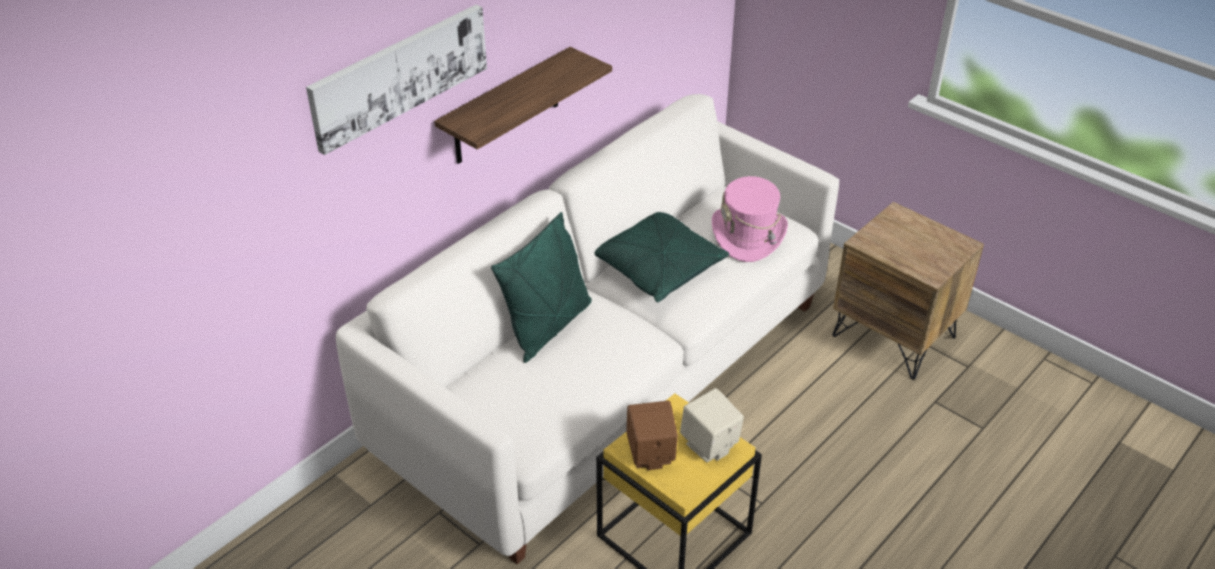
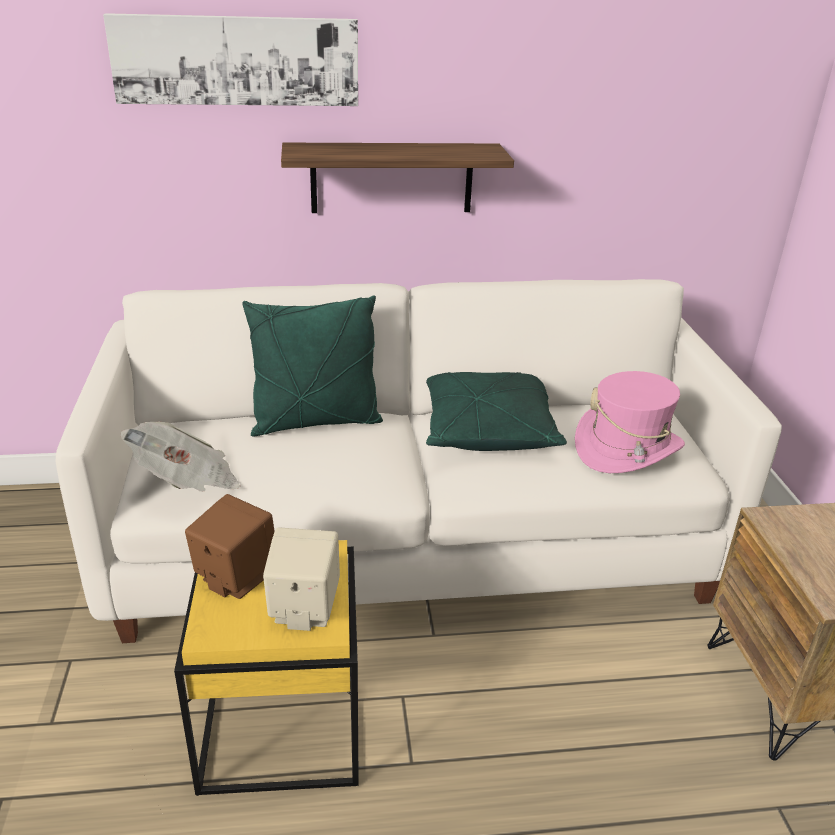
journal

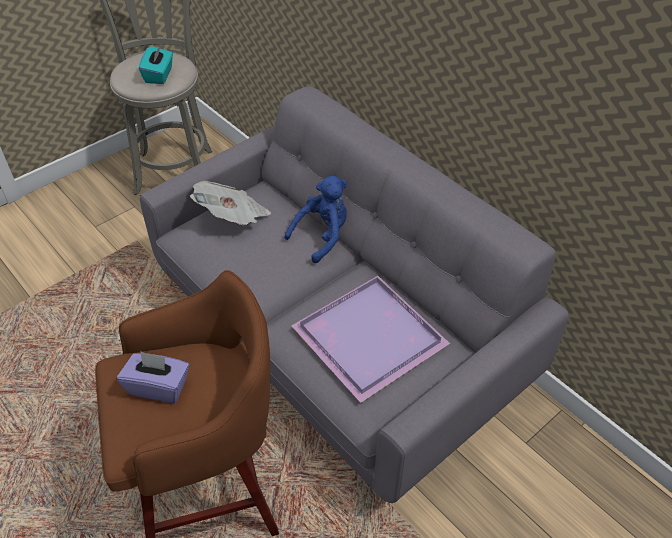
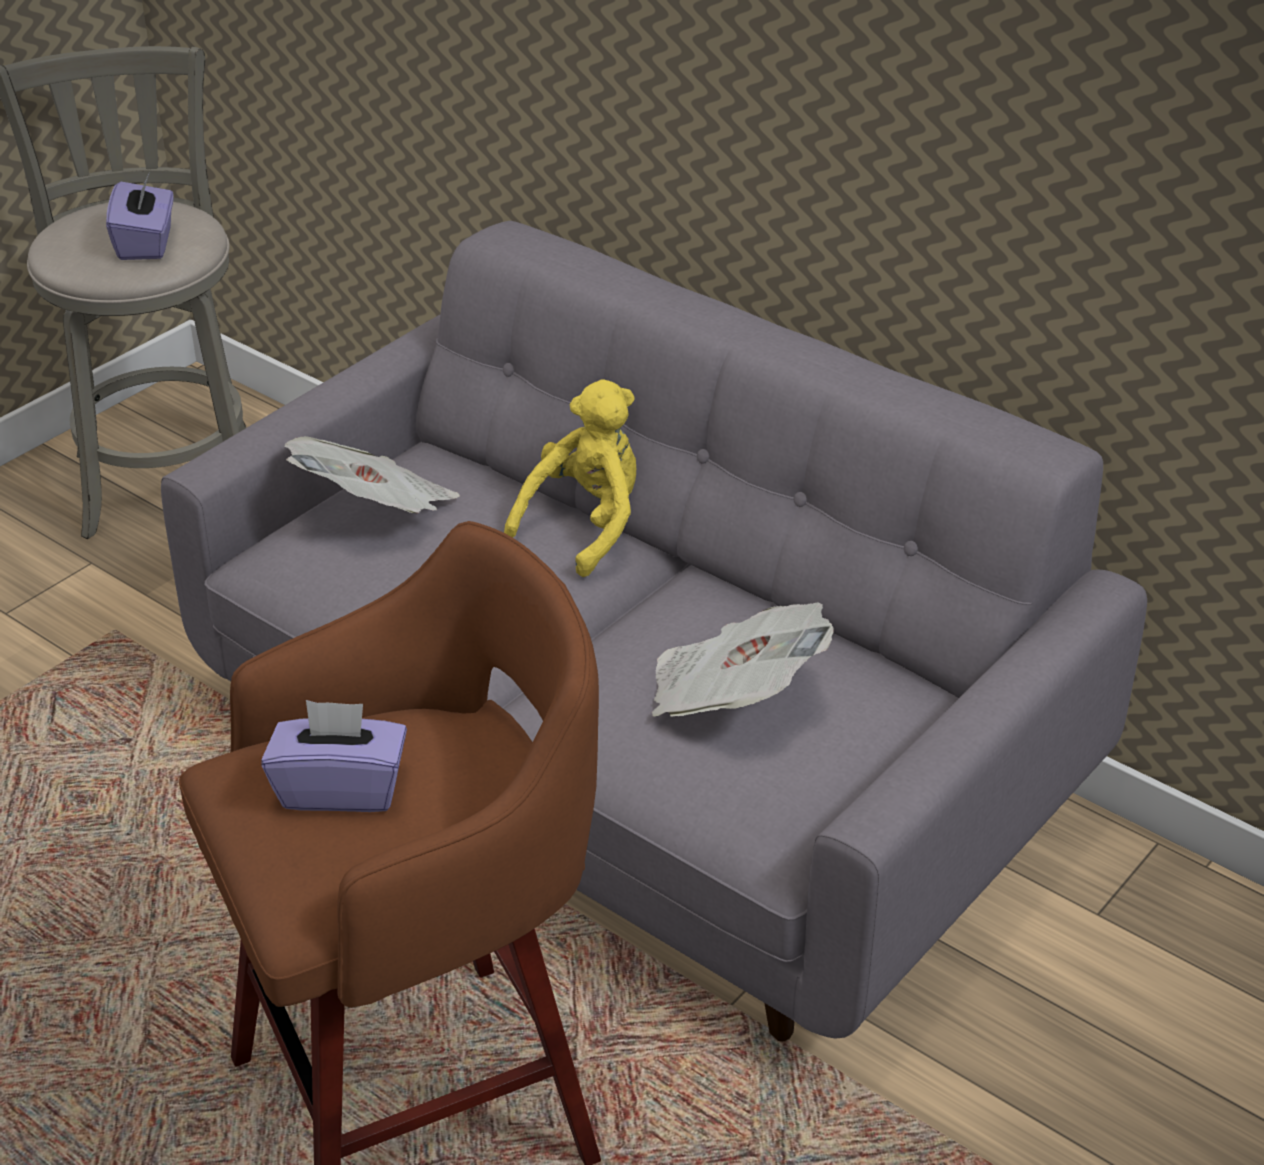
journal (2nd from left)
boîte à mouchoirs/violet (1st from left)
peluche/jaune

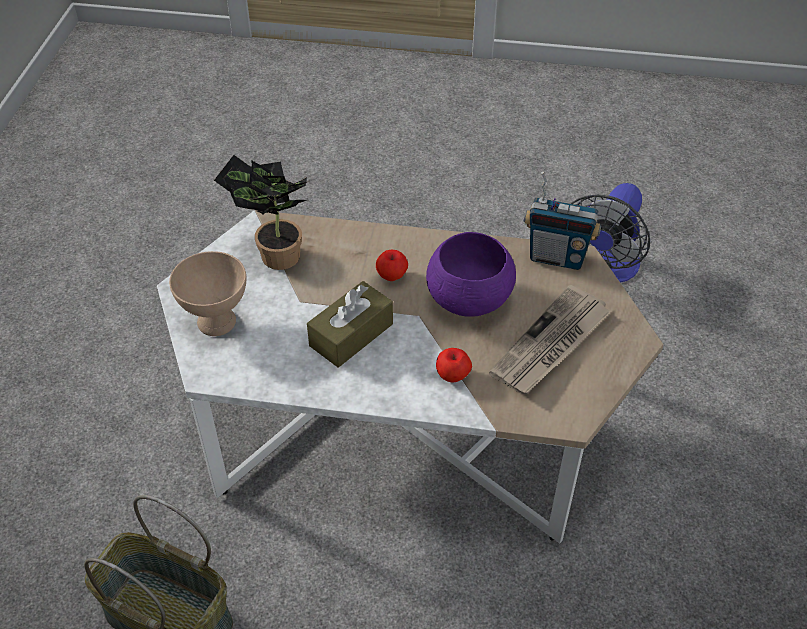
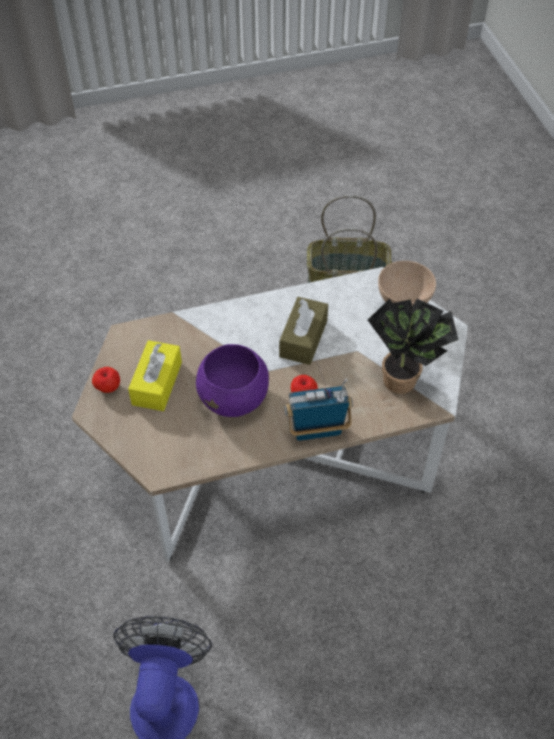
pomme (1st from left)
radio
boîte à mouchoirs/jaune

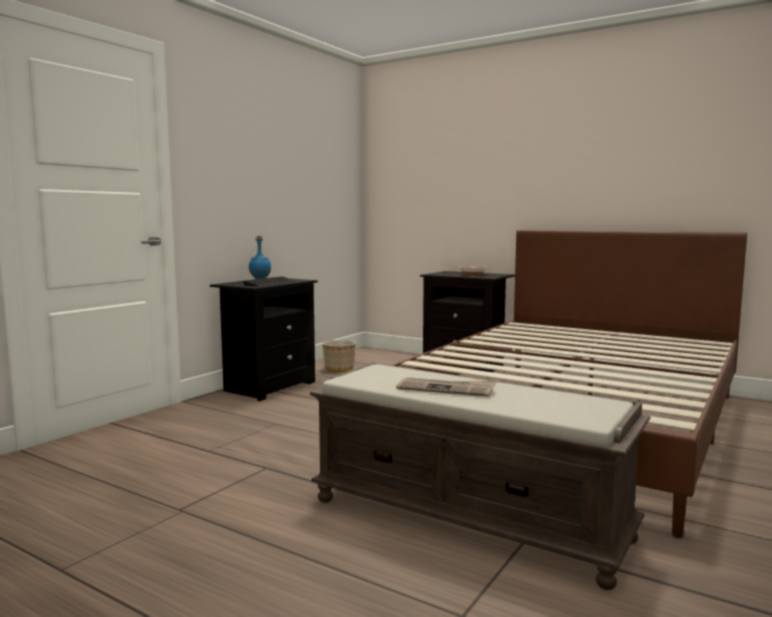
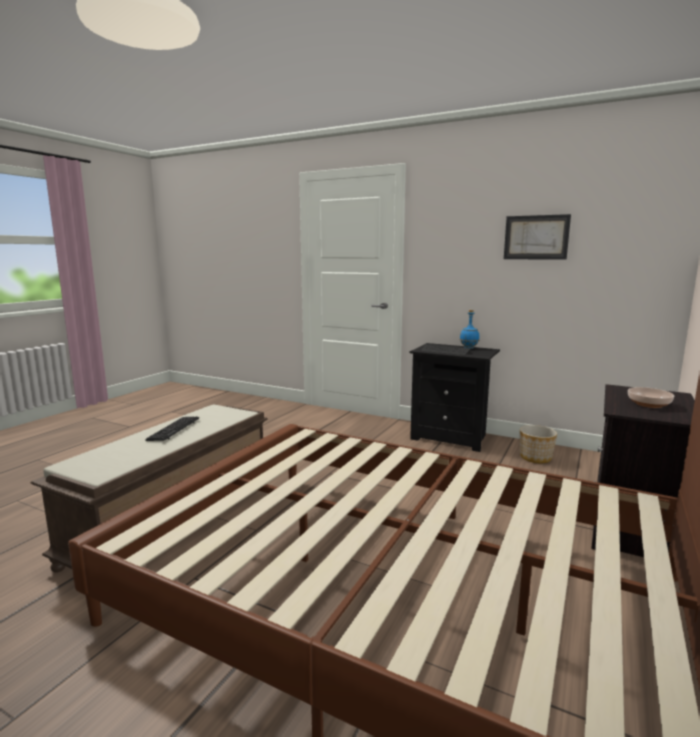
tableau
clavier (1st from left)

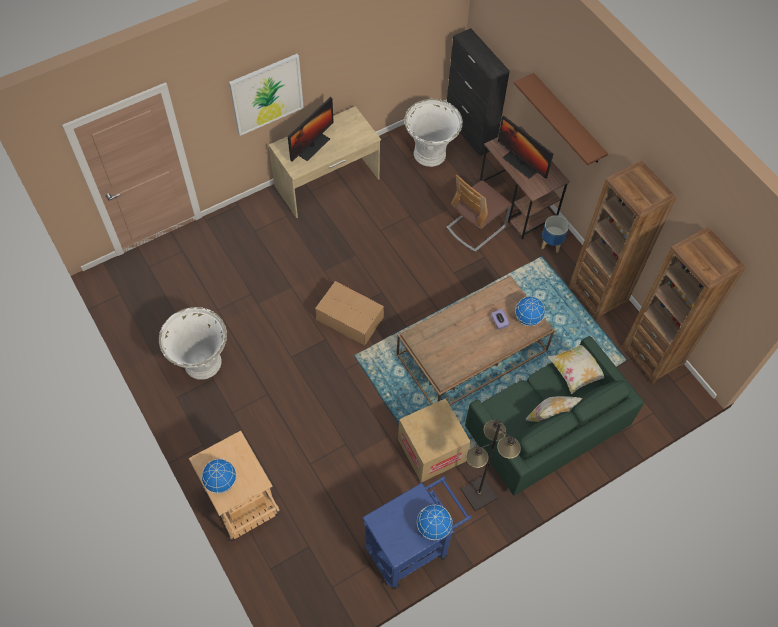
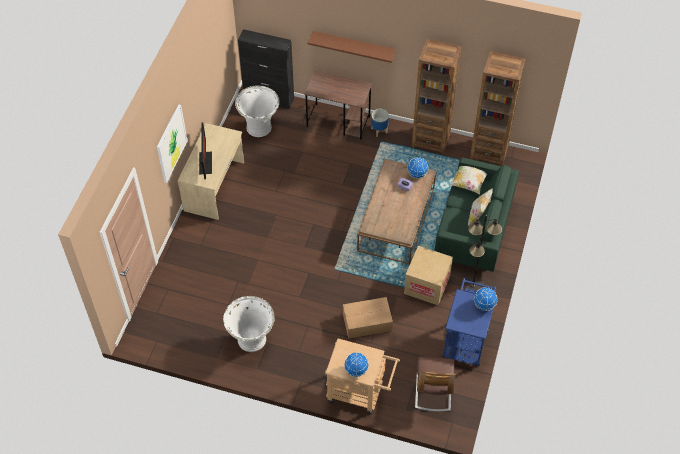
écran d'ordinateur (2nd from left in the first image)
carton (1st from left)
chaise

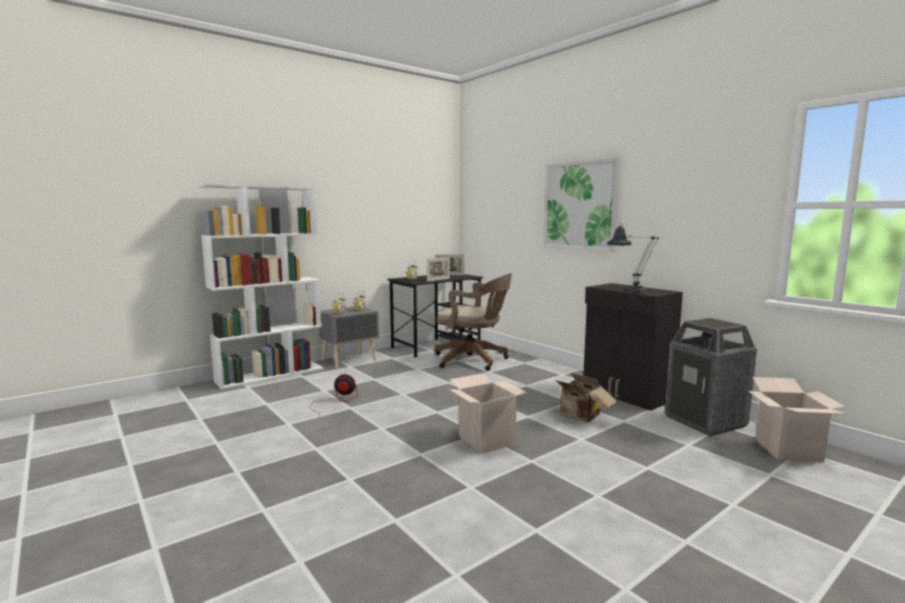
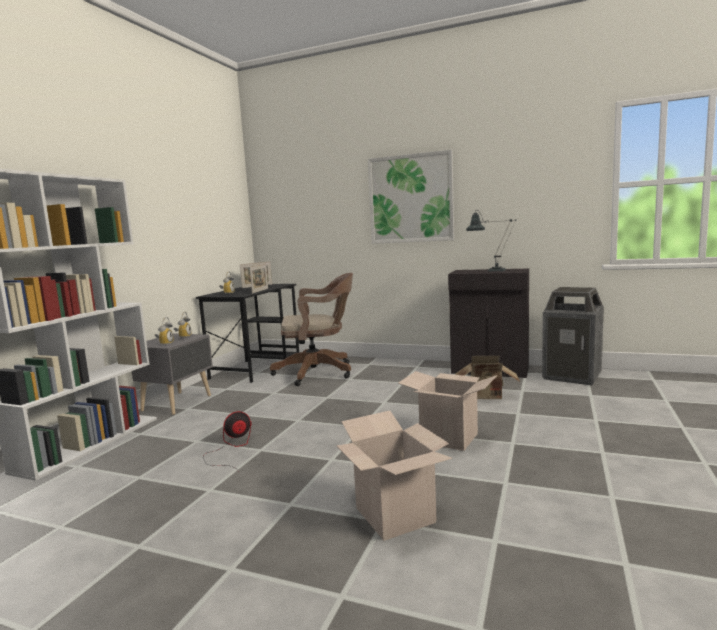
carton (1st from left)

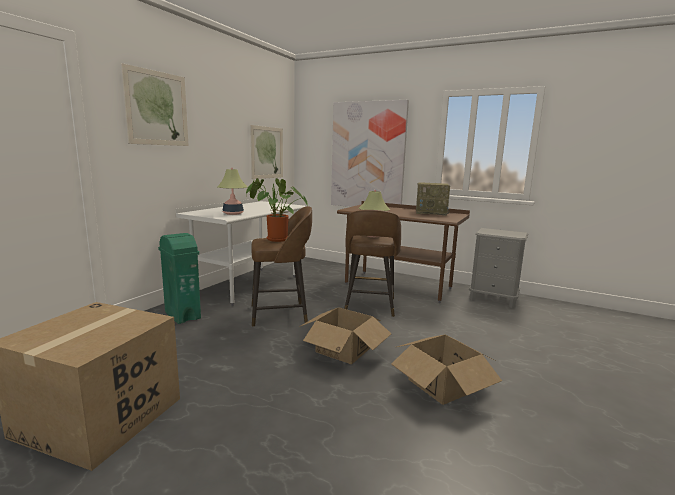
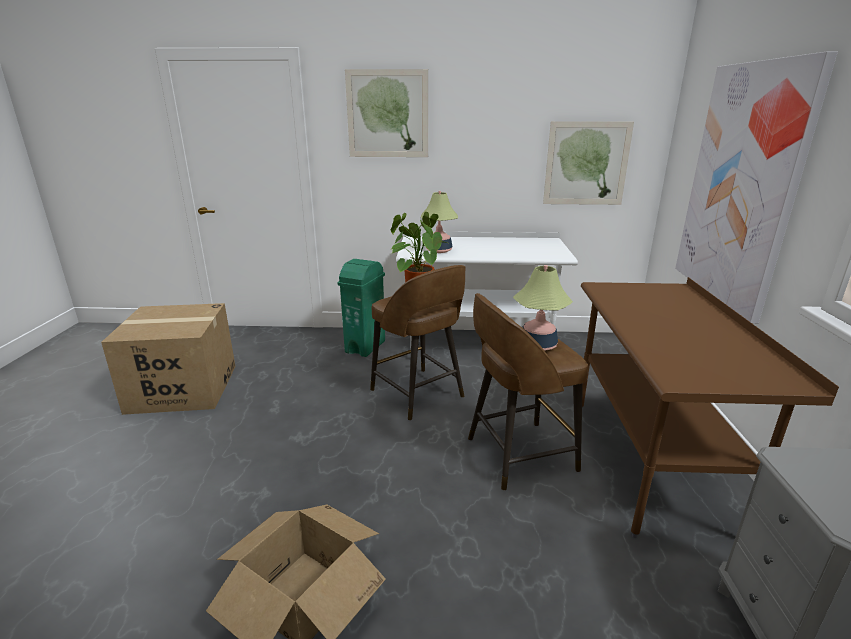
carton (2nd from left in the first image)
radio

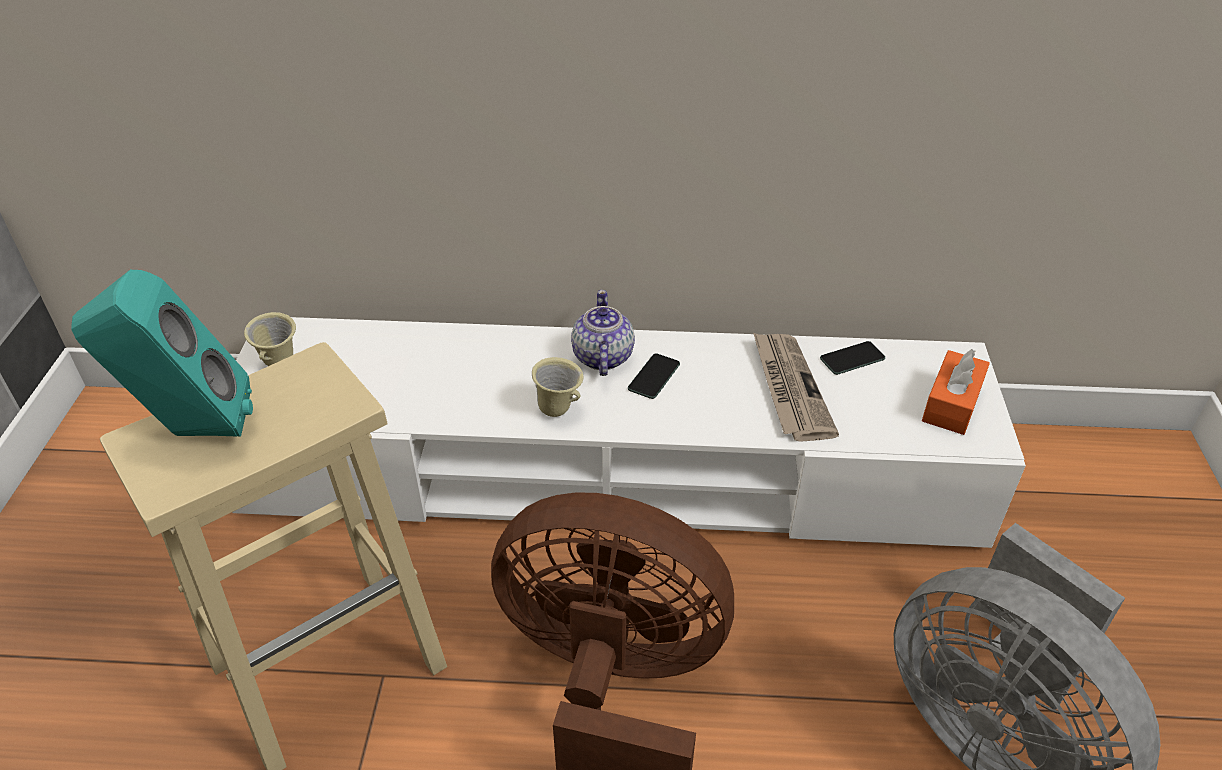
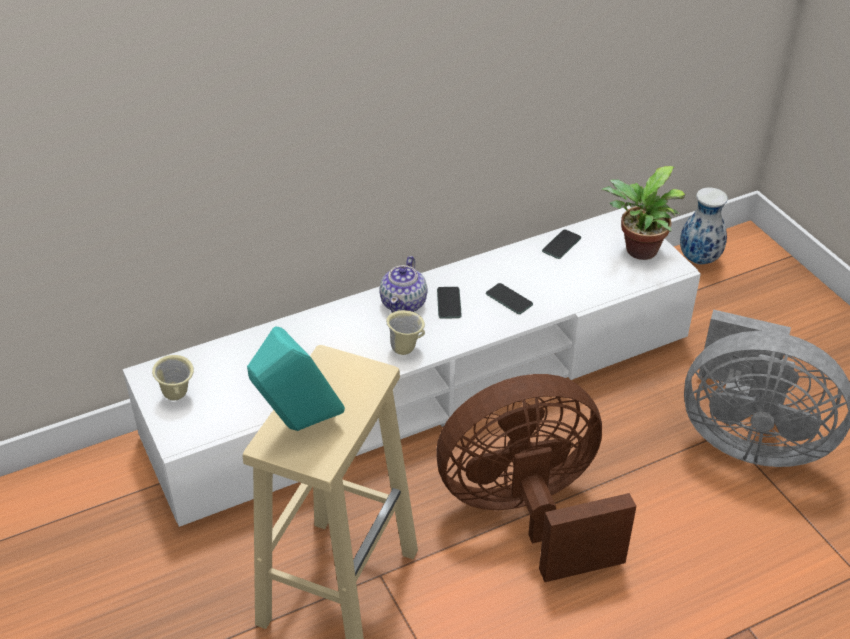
journal
téléphone (2nd from left)
vase
plante en pot
théière

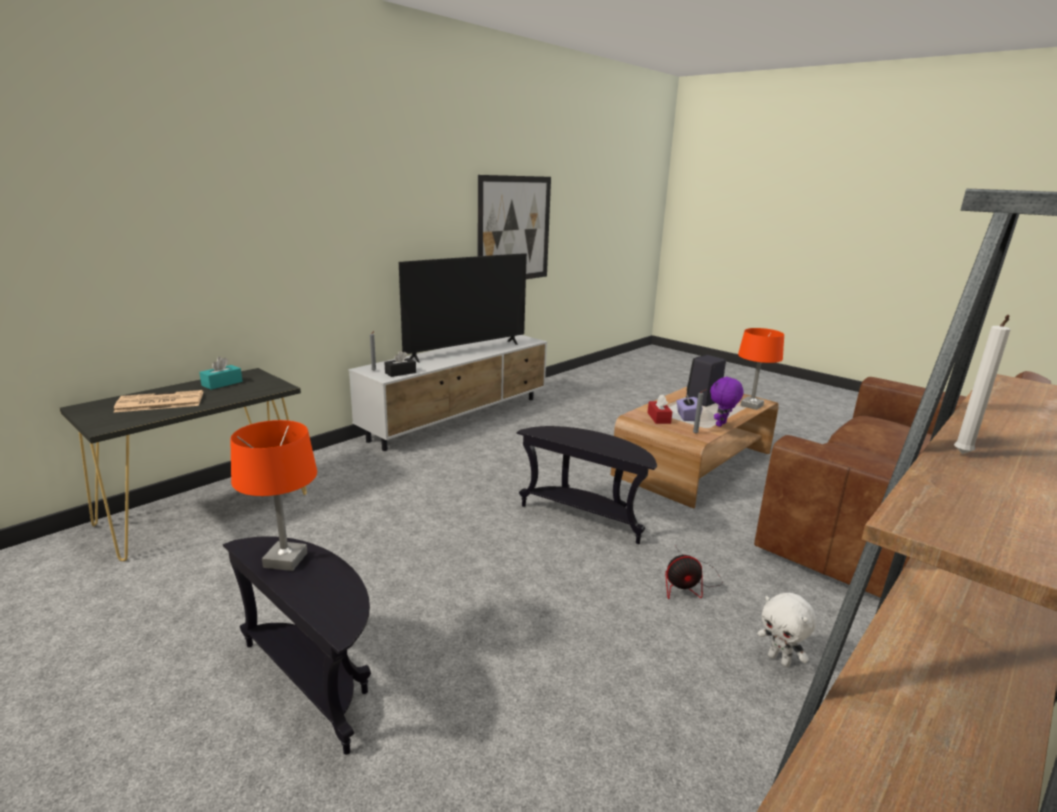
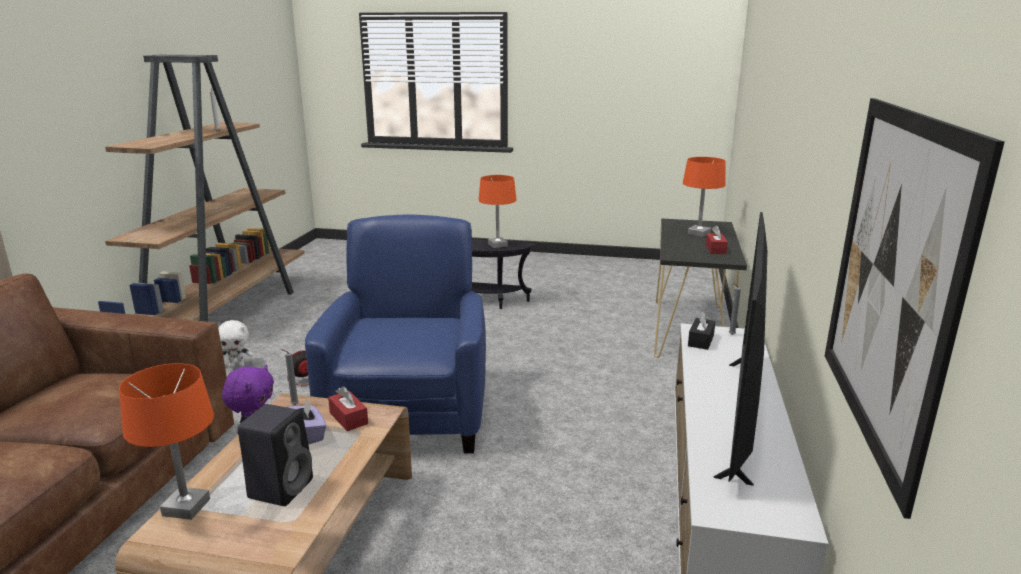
lampe de table/orange (3rd from left)
fauteuil/bleu
boîte à mouchoirs/rouge (2nd from left)
peluche/blanc

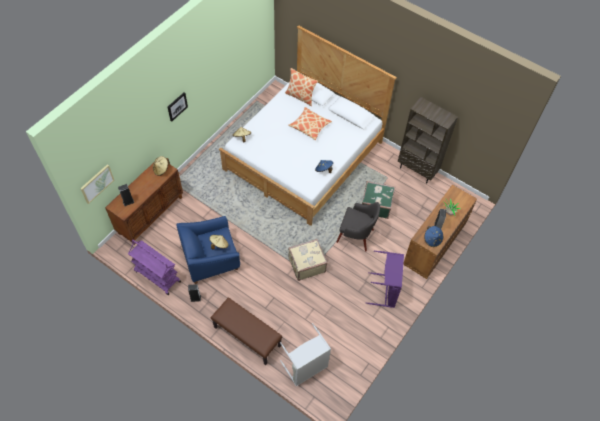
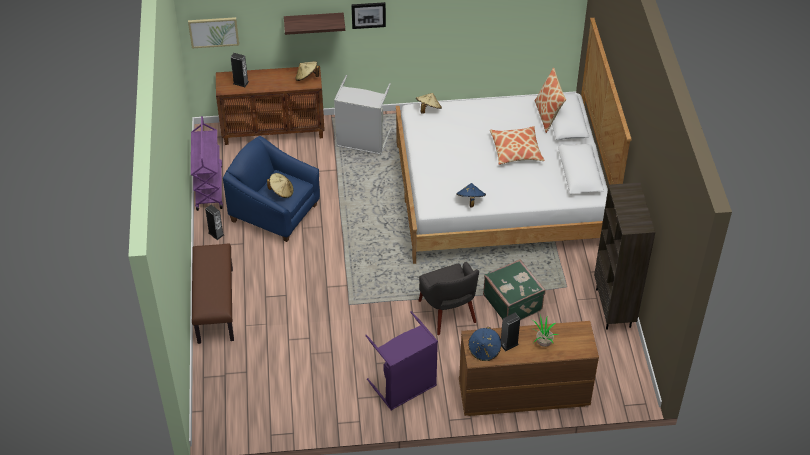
valise/beige
étagère
panier à linge/gris

